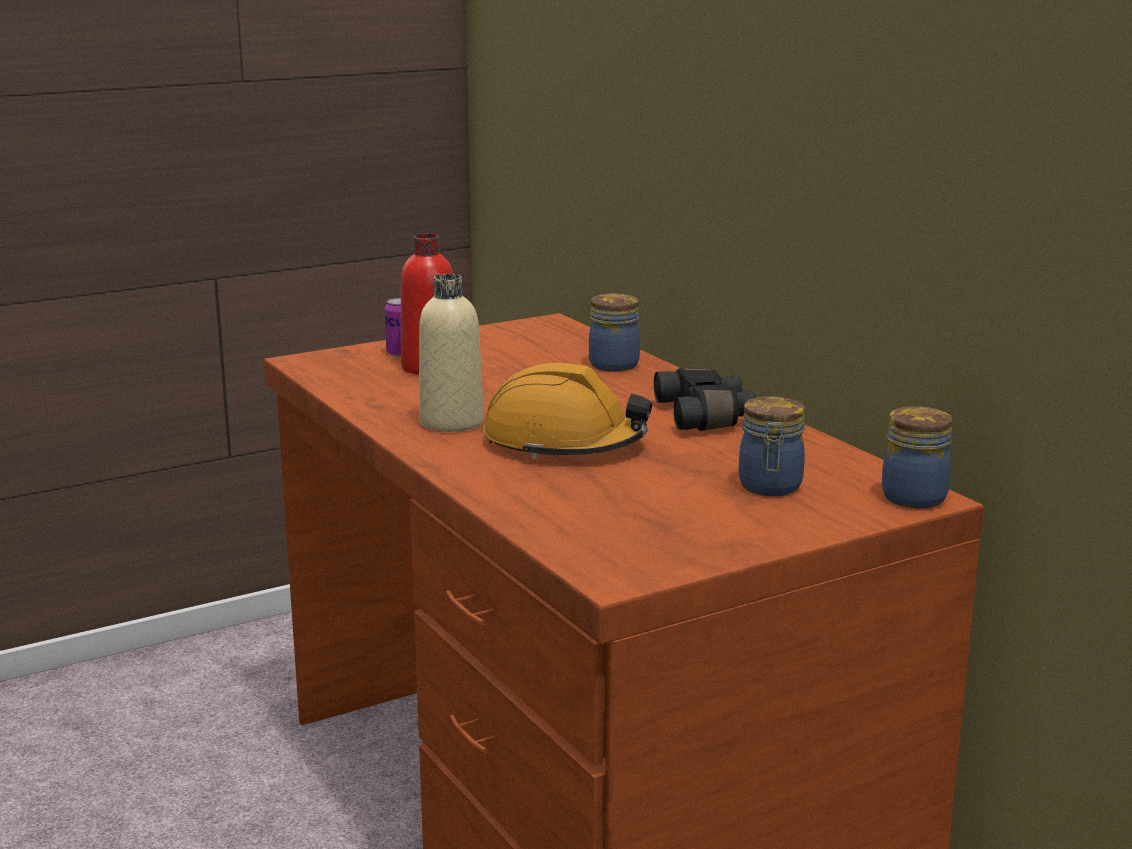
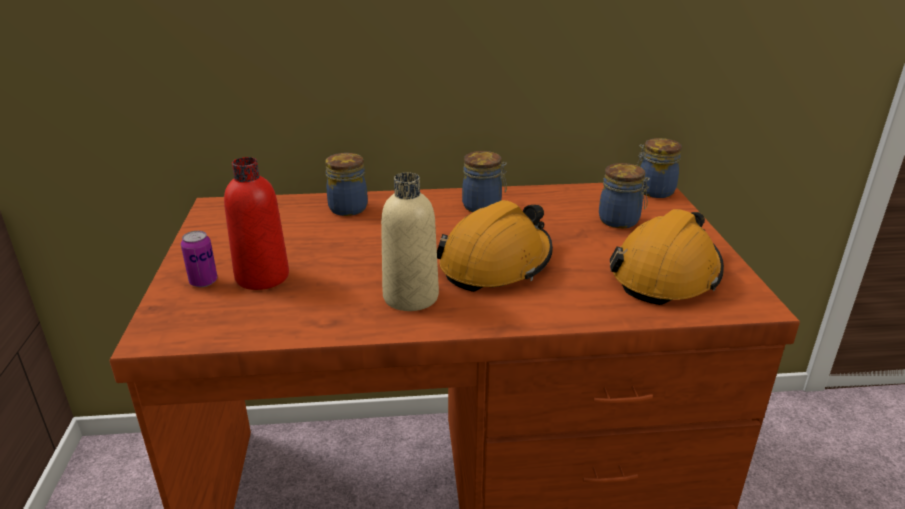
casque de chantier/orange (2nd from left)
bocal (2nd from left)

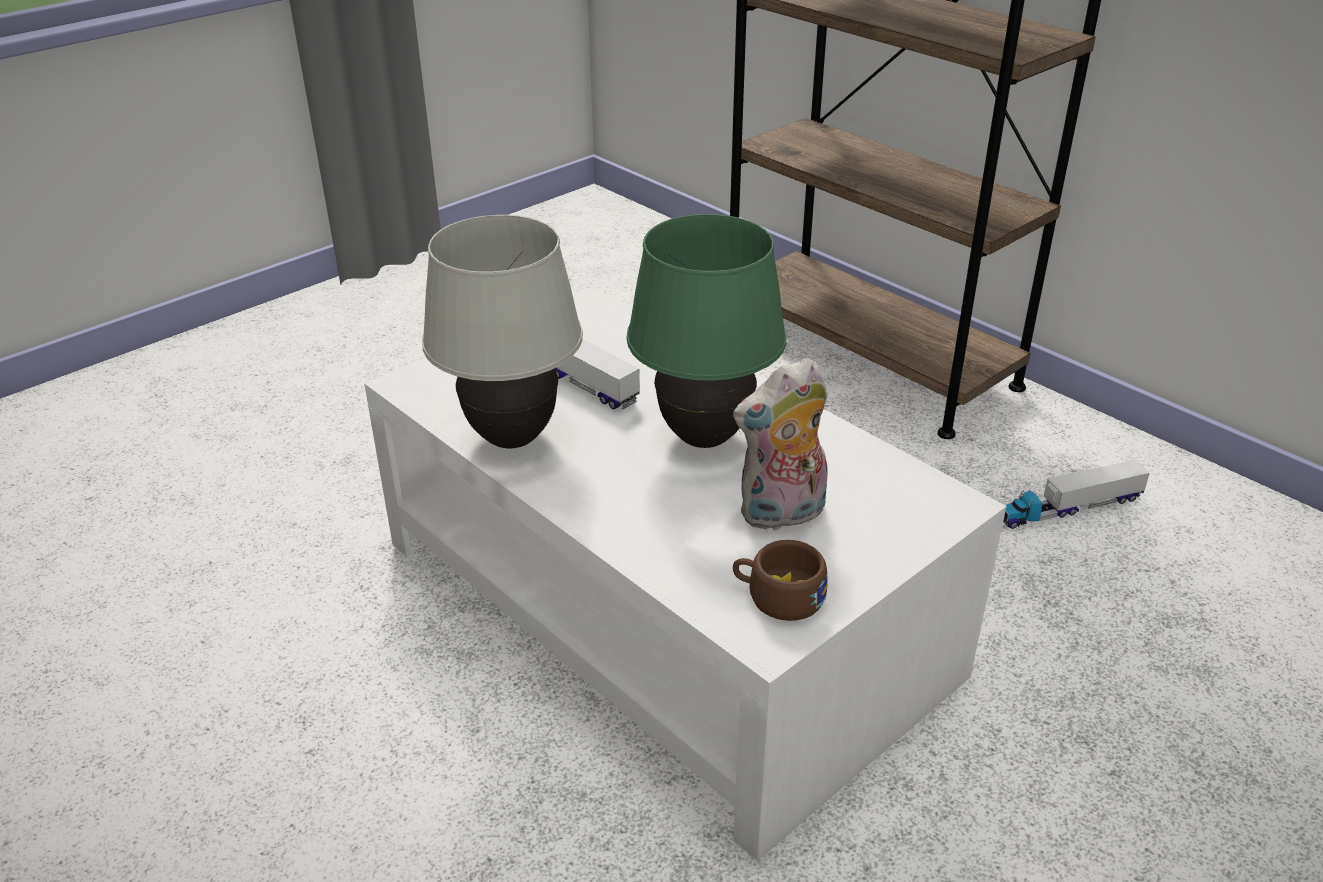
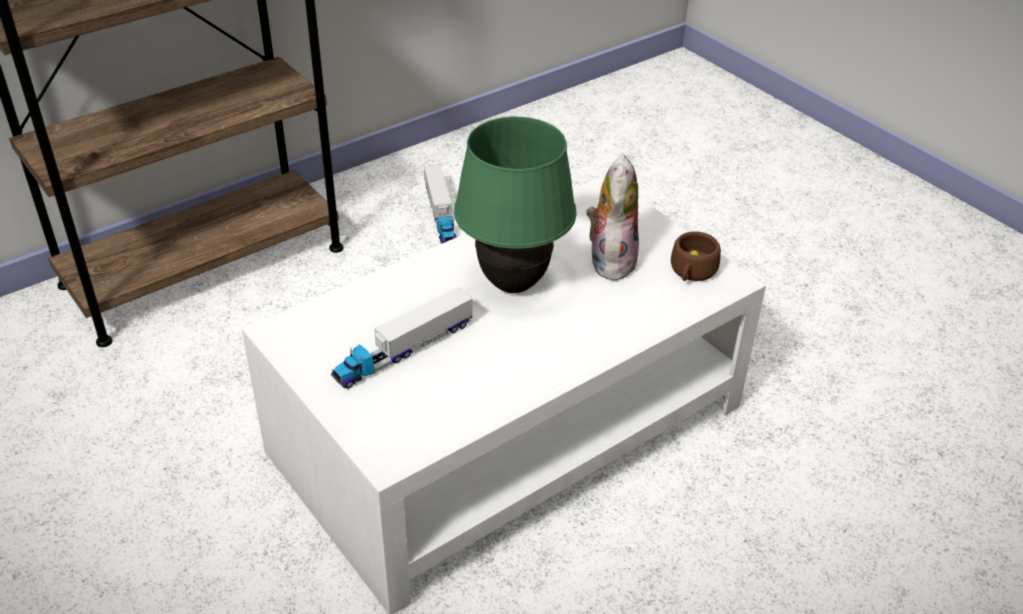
lampe de table/blanc
peluche

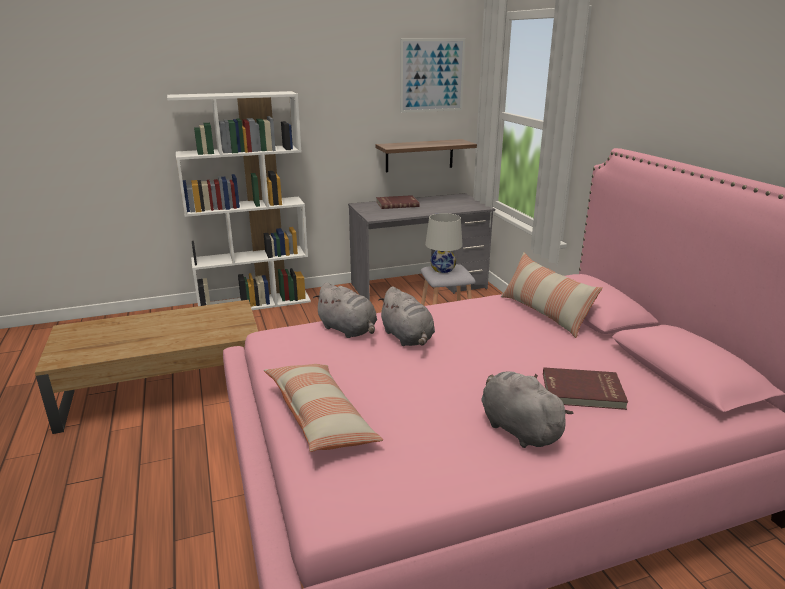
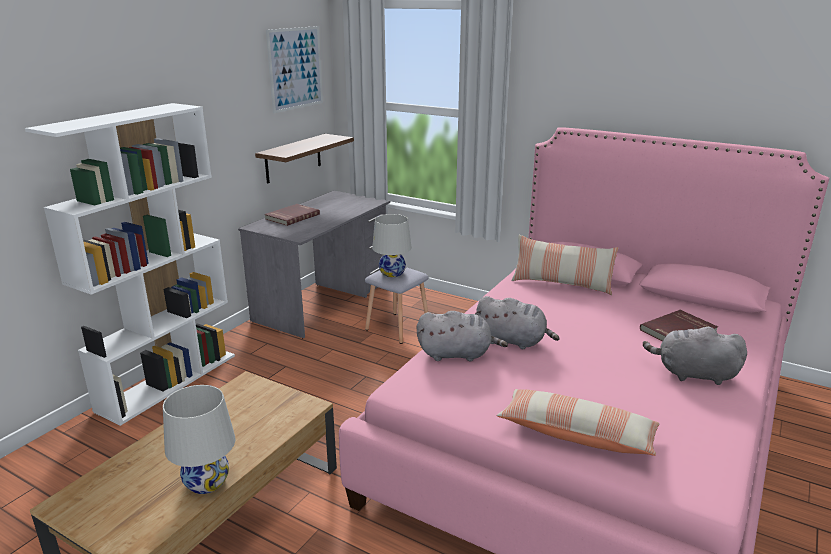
lampe de table/blanc (1st from left)

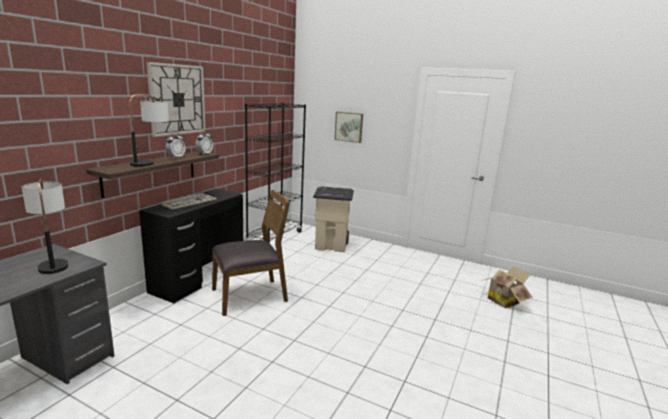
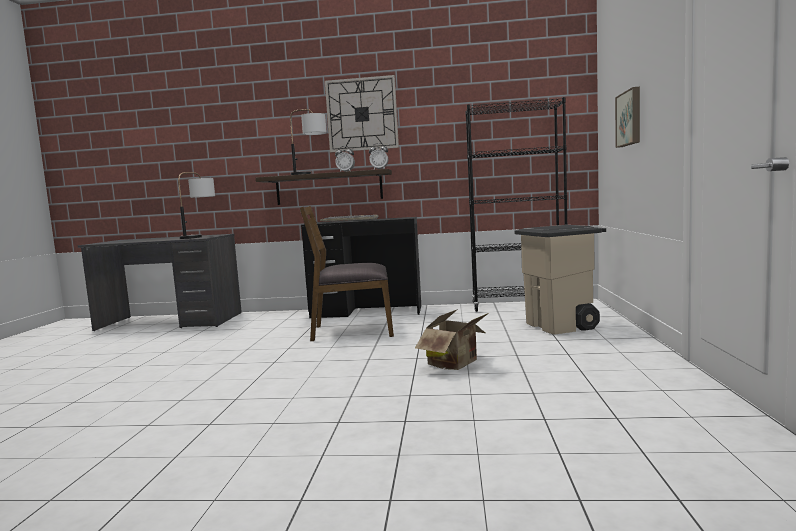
carton
chaise/marron

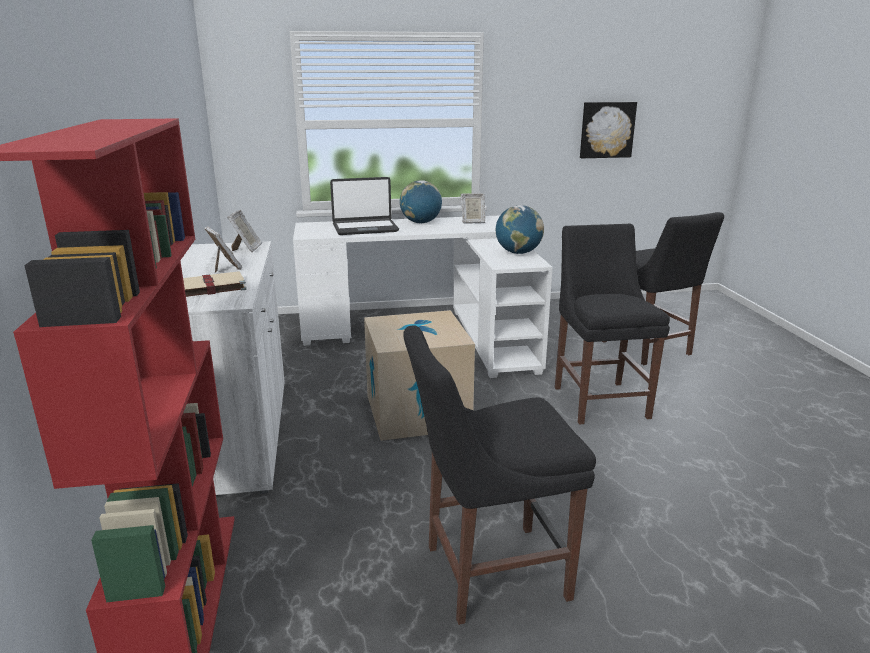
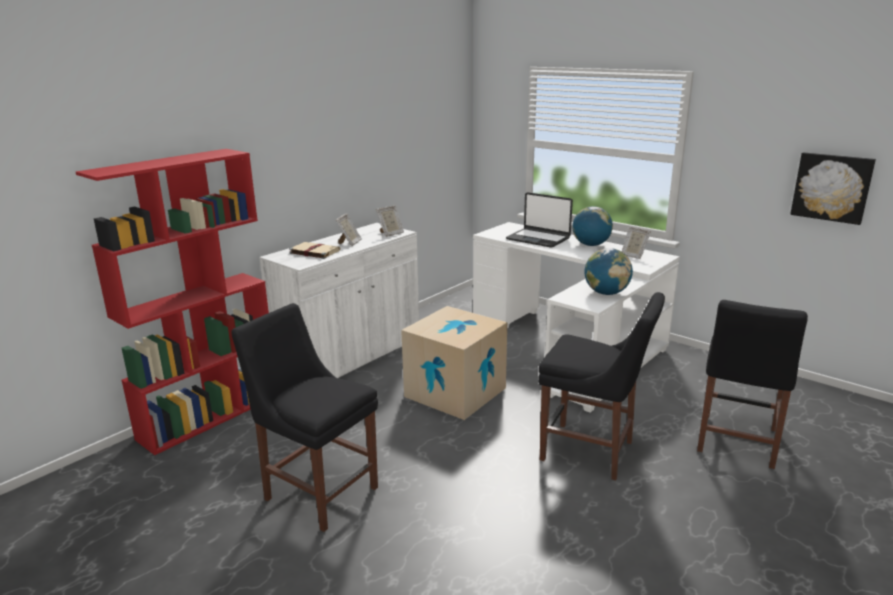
chaise/noir (2nd from left)

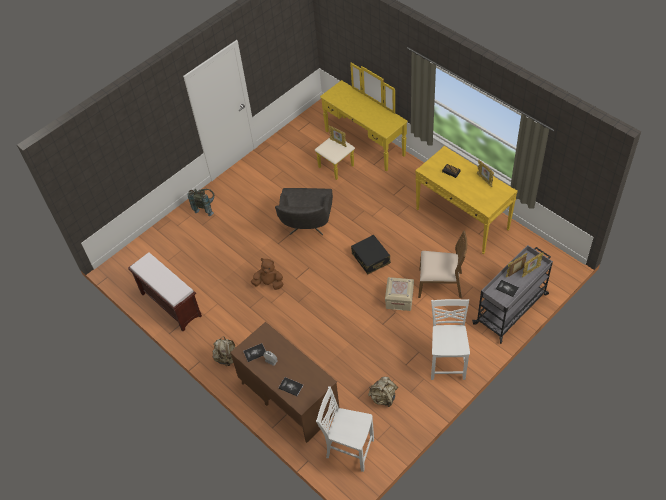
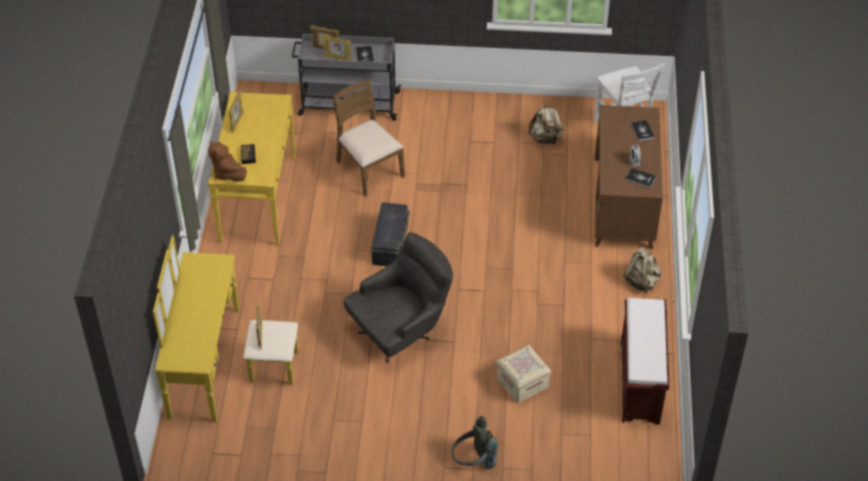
chaise/blanc (2nd from left in the first image)
peluche/marron
boîte de rangement/beige
boîte de rangement/noir

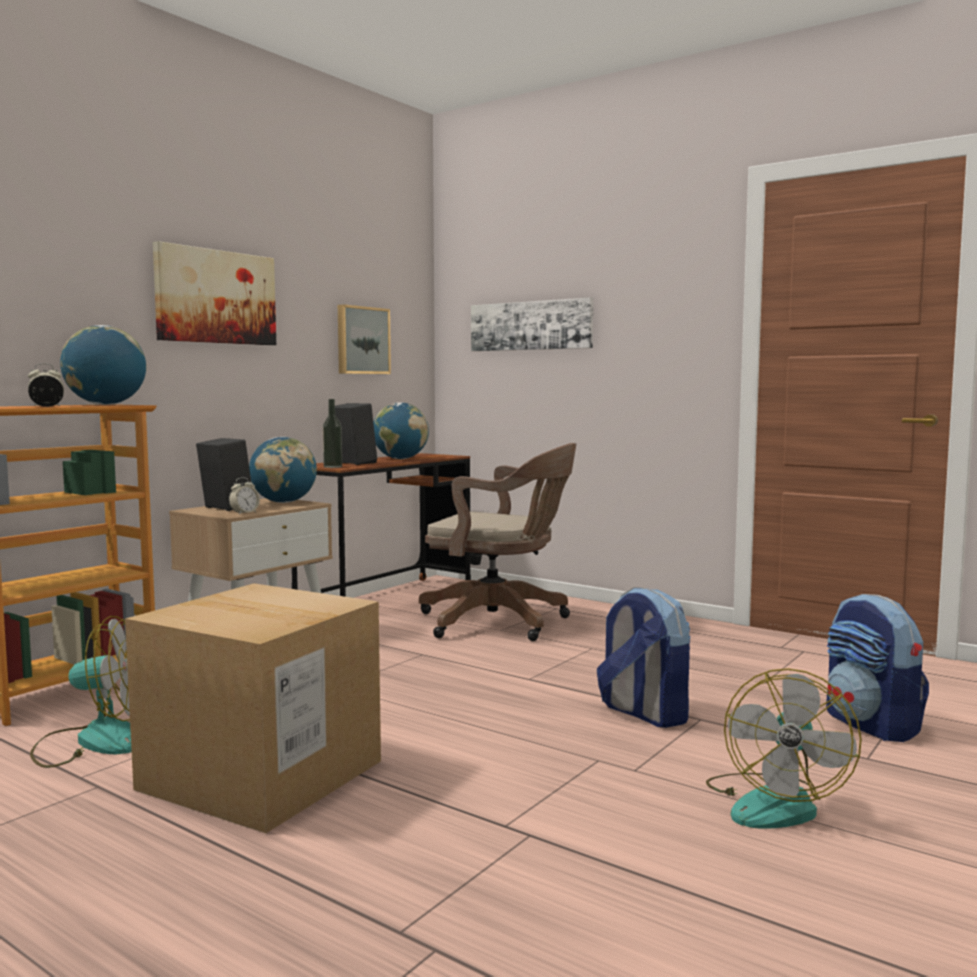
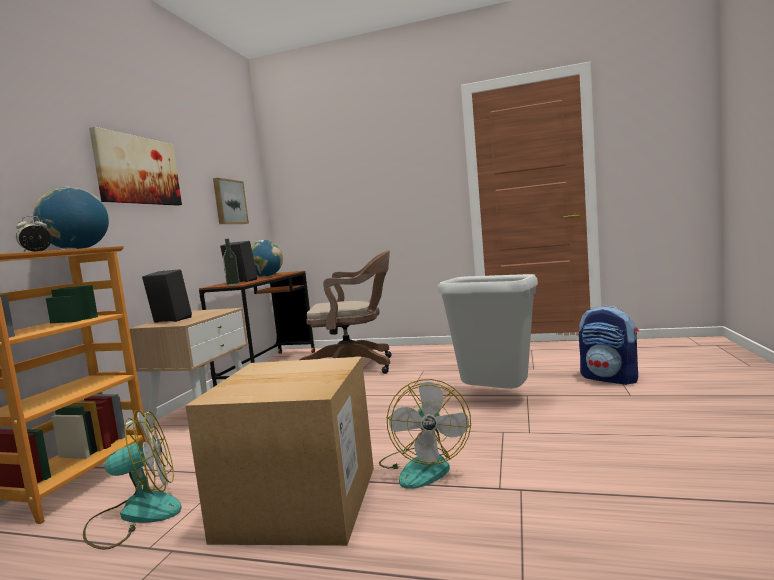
réveil (2nd from left in the first image)
globe (2nd from left in the first image)
tableau (3rd from left in the first image)
ventilateur (2nd from left)
poubelle/gris

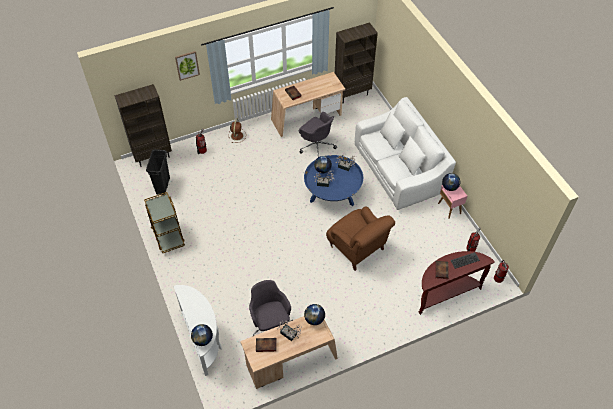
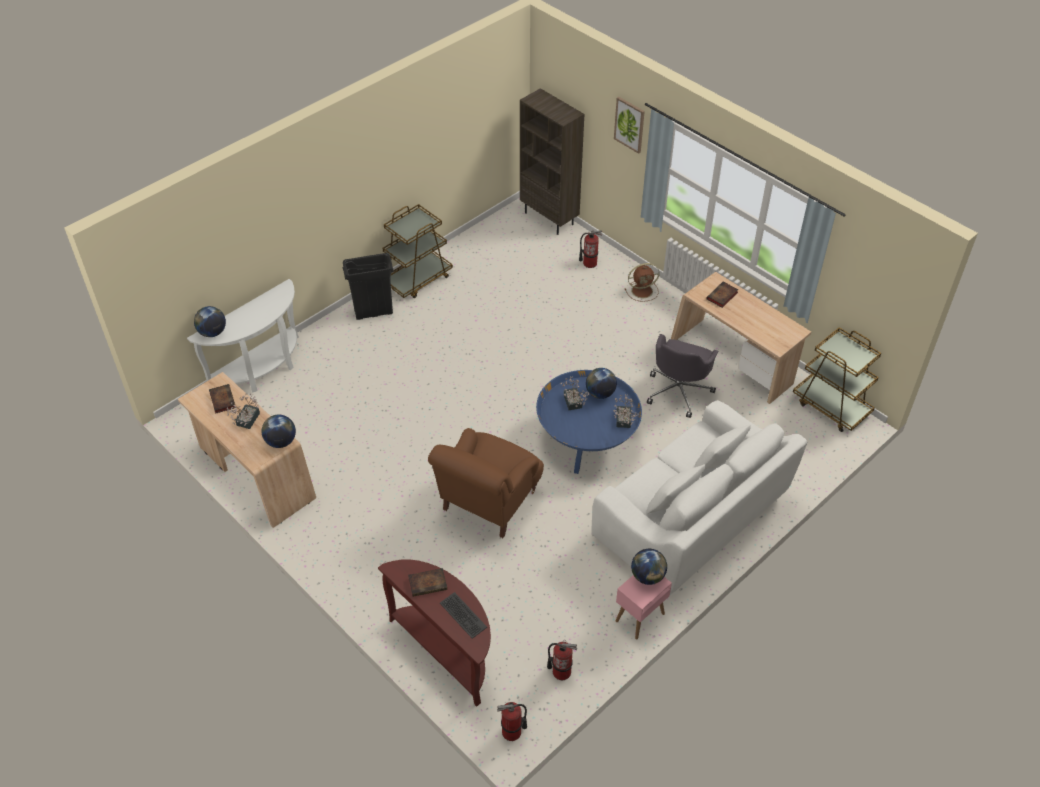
chaise de bureau/gris (1st from left in the first image)
poubelle/noir
chariot/marron (2nd from left)

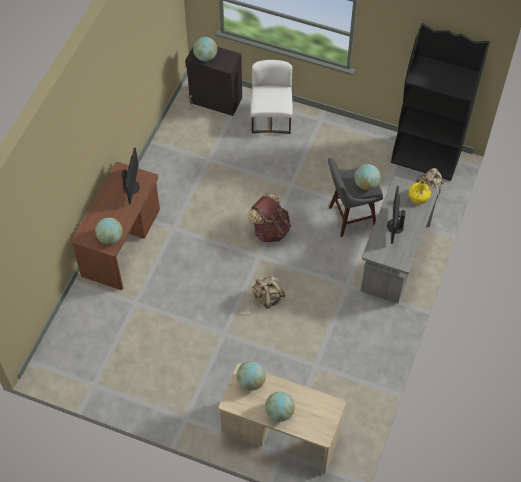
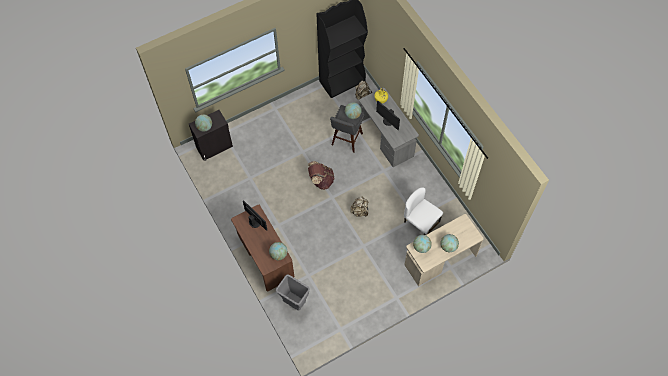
poubelle/gris
chaise/blanc

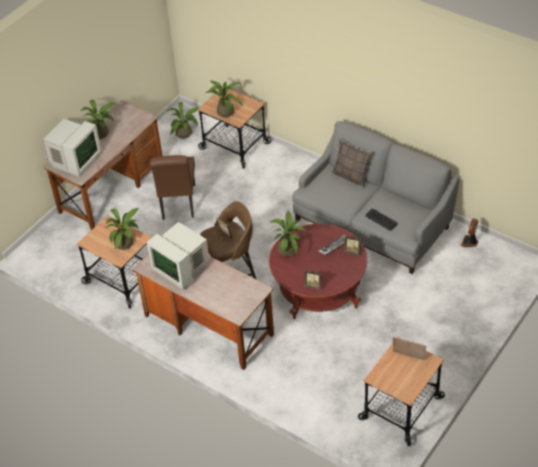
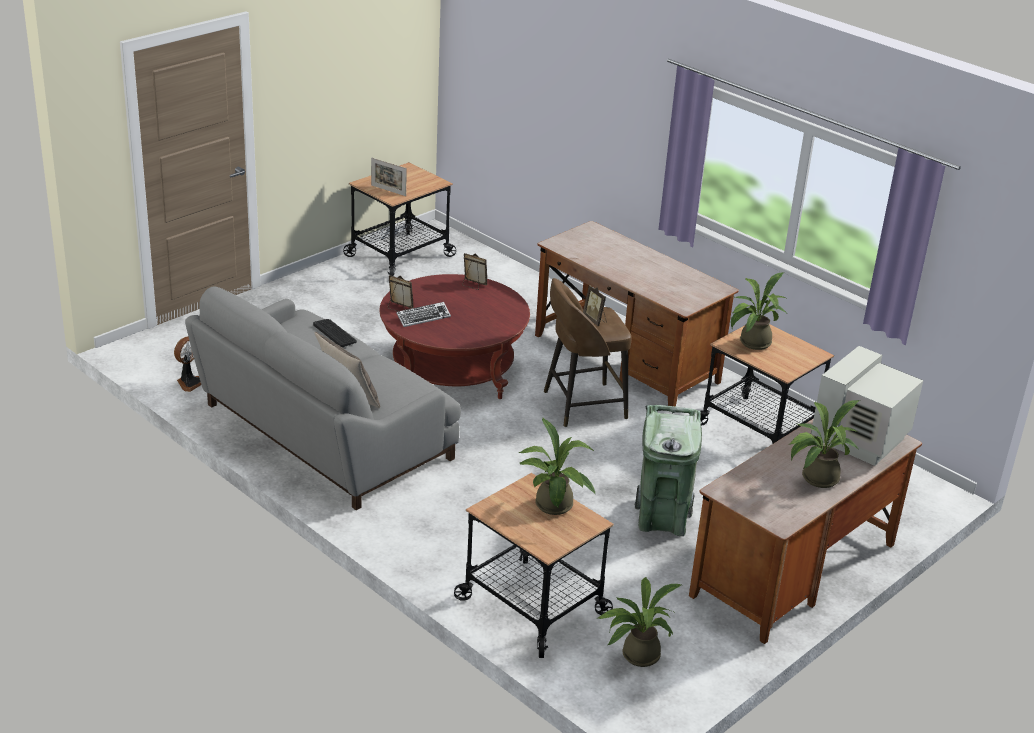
écran d'ordinateur (2nd from left in the first image)
plante en pot (5th from left in the first image)
poubelle/vert

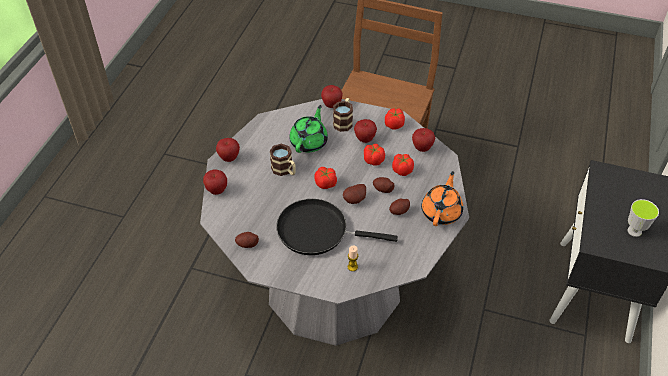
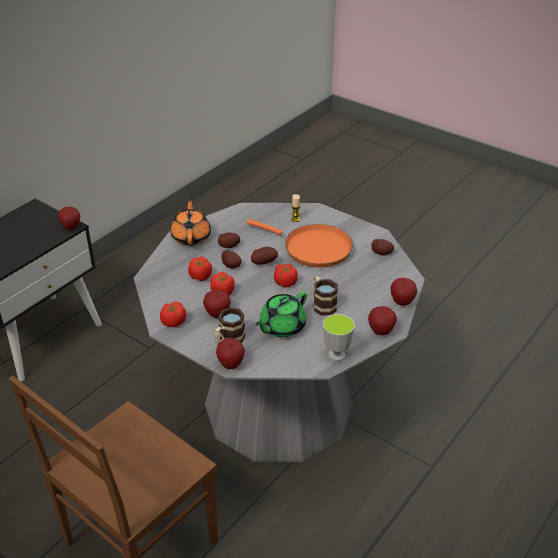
pomme (1st from left)
tasse
poêle/orange
théière/orange

